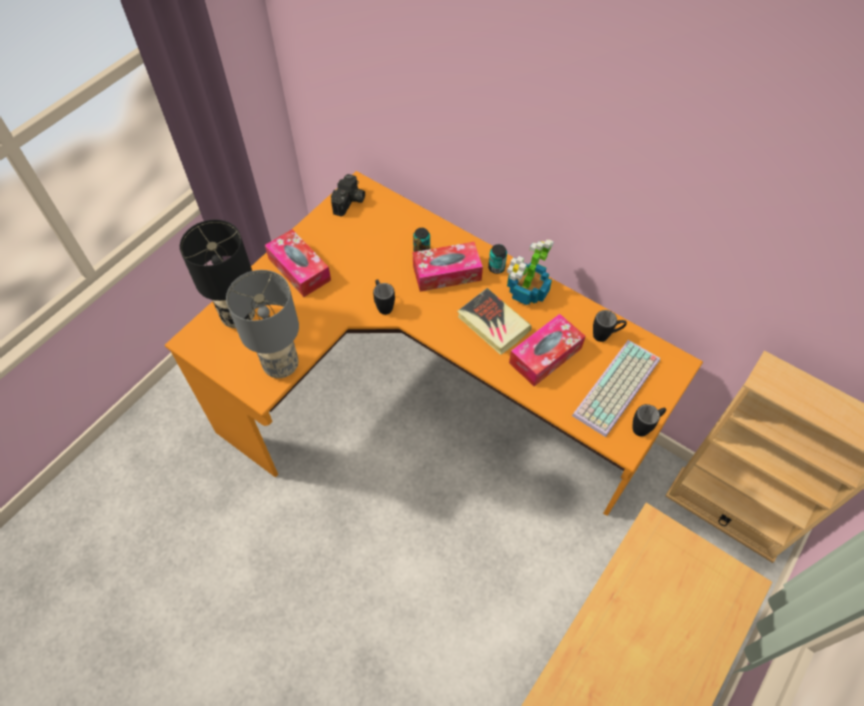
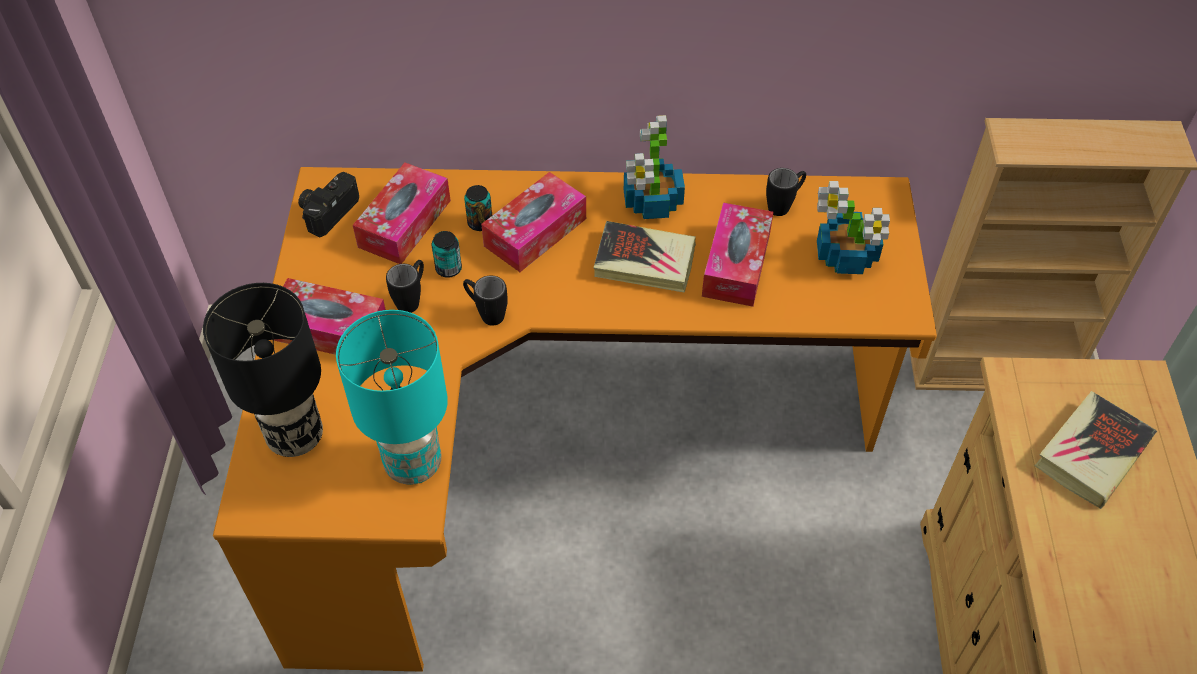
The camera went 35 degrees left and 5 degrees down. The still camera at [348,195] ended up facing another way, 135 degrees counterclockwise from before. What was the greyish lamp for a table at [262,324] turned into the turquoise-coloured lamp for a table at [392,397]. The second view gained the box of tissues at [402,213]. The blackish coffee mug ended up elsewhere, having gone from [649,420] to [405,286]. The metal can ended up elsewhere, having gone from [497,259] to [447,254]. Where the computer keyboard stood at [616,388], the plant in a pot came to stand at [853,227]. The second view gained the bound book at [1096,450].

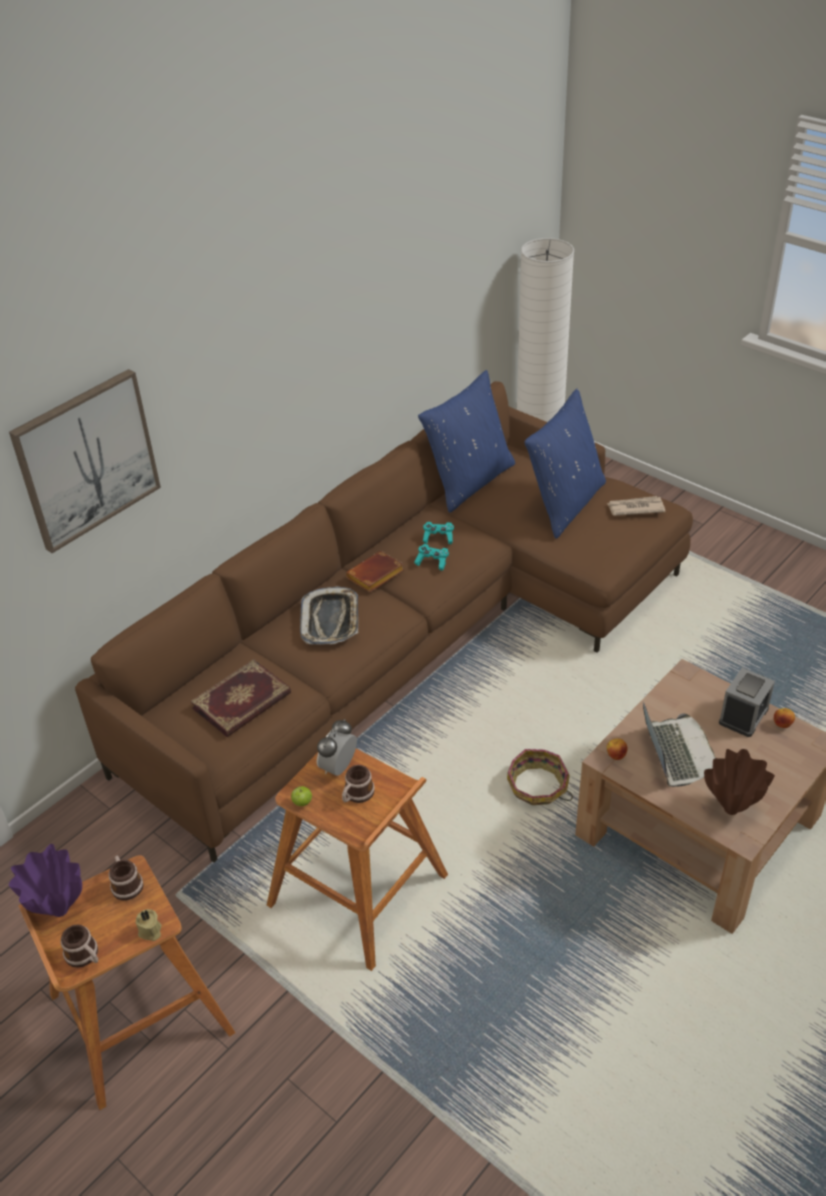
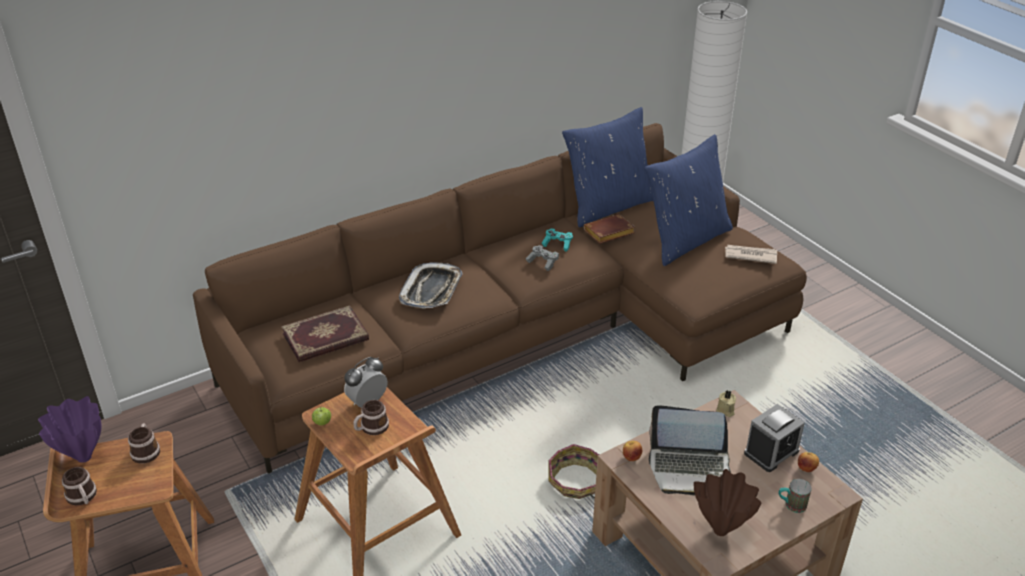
The camera went 15 degrees right and 5 degrees down. What was the turquoise-coloured gamepad at [431,557] turned into the greyish gamepad at [542,258]. The brown-coloured bound book ended up elsewhere, having gone from [375,571] to [609,228]. The notebook computer at [679,744] ended up facing another way, 90 degrees clockwise from before. The beige wax light ended up elsewhere, having gone from [149,925] to [726,403]. The second view gained the coffee mug at [795,496]. The second view lost the wall art at [85,461].

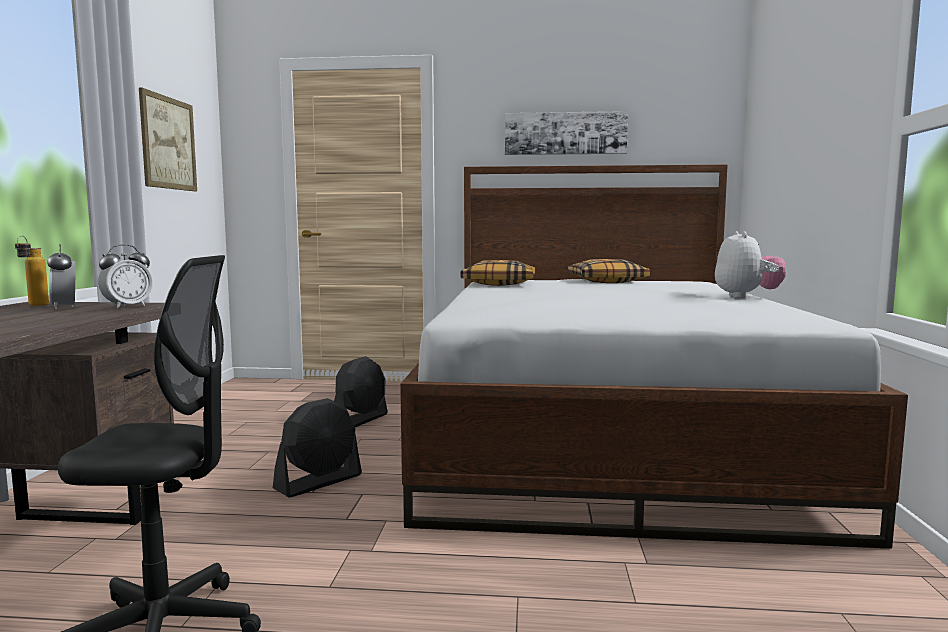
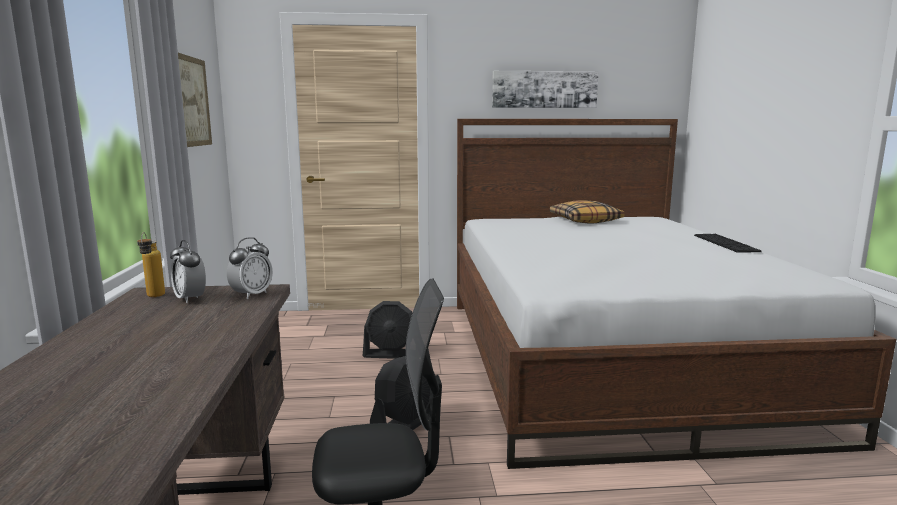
The camera went 10 degrees left and 5 degrees up. The blackish electric fan at [361,391] ended up facing another way, 75 degrees clockwise from before. Where the plush toy stood at [750,264], the computer keyboard came to stand at [728,243]. The second view lost the pillow at [497,273].

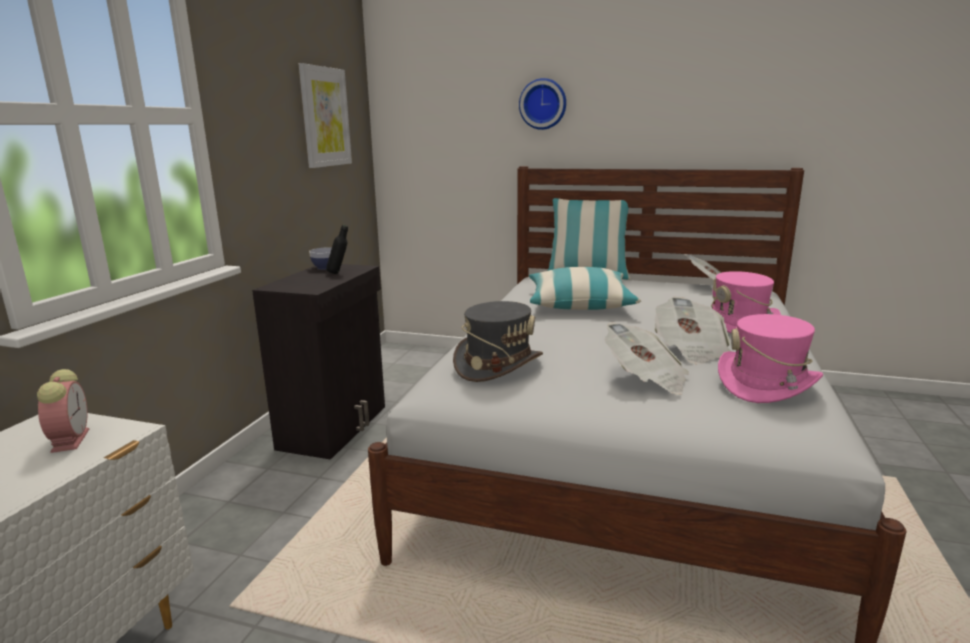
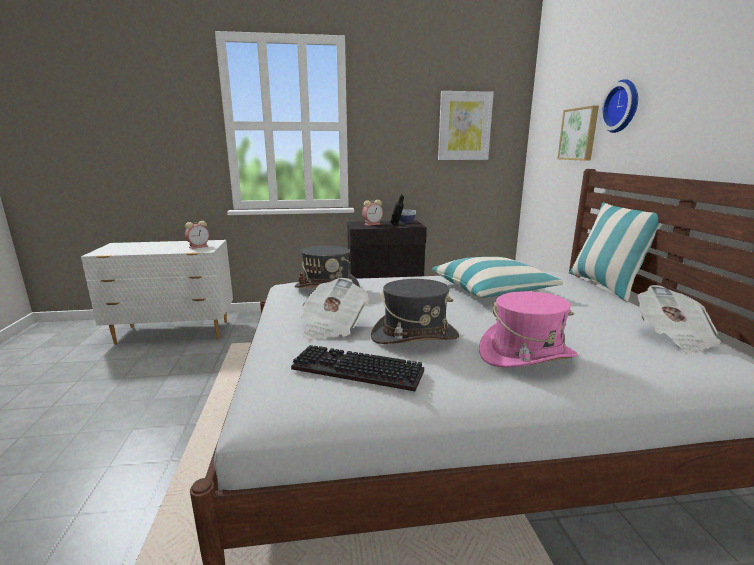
The camera went 65 degrees right and 0 degrees up. Where the pink hat stood at [770,358], the computer keyboard came to stand at [357,368]. The second view gained the table clock at [372,213]. Where the printed paper stood at [692,331], the greyish hat came to stand at [415,311]. The second view gained the wall art at [578,133].

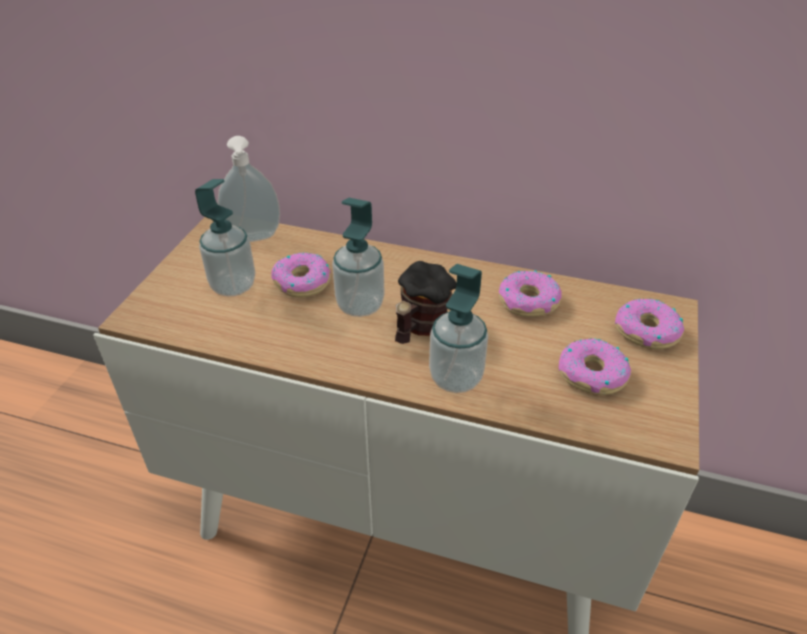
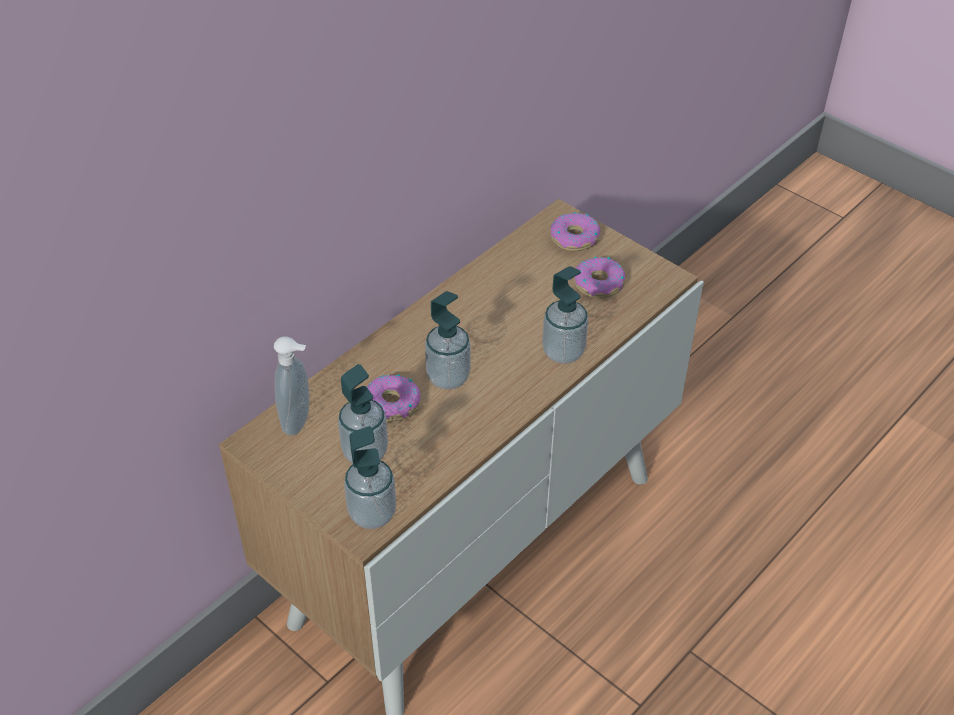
The camera went 65 degrees left and 5 degrees up. The second view gained the liquid soap bottle at [370,477]. The second view lost the coffee mug at [426,302]. The second view lost the donut at [530,293].

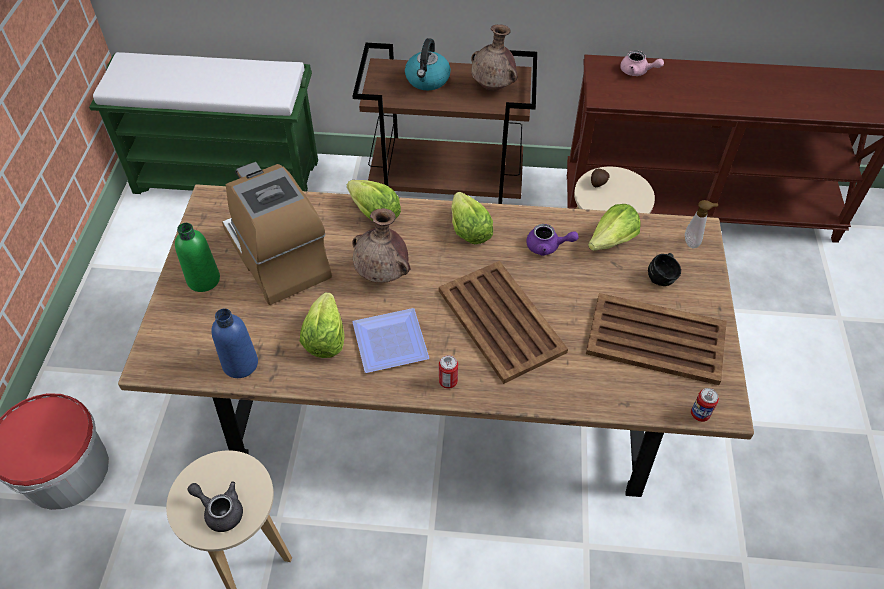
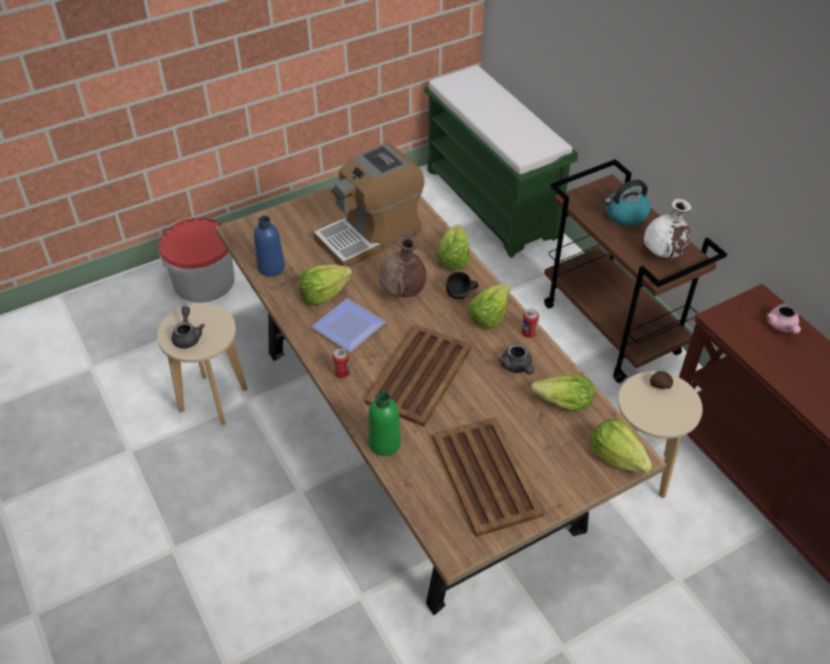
The camera went 55 degrees right and 5 degrees down. The coffee maker at [277,233] ended up facing another way, 150 degrees counterclockwise from before. The greenish drink bottle ended up elsewhere, having gone from [197,257] to [384,423]. The blackish coffee mug ended up elsewhere, having gone from [664,269] to [462,285]. What was the purple pot for tea at [552,240] turned into the greyish pot for tea at [516,359]. The metal can ended up elsewhere, having gone from [705,405] to [530,323]. Where the liquid soap bottle stood at [701,224], the lettuce head came to stand at [621,446]. What was the brown-coloured flower vase at [494,57] turned into the white-coloured flower vase at [667,228].

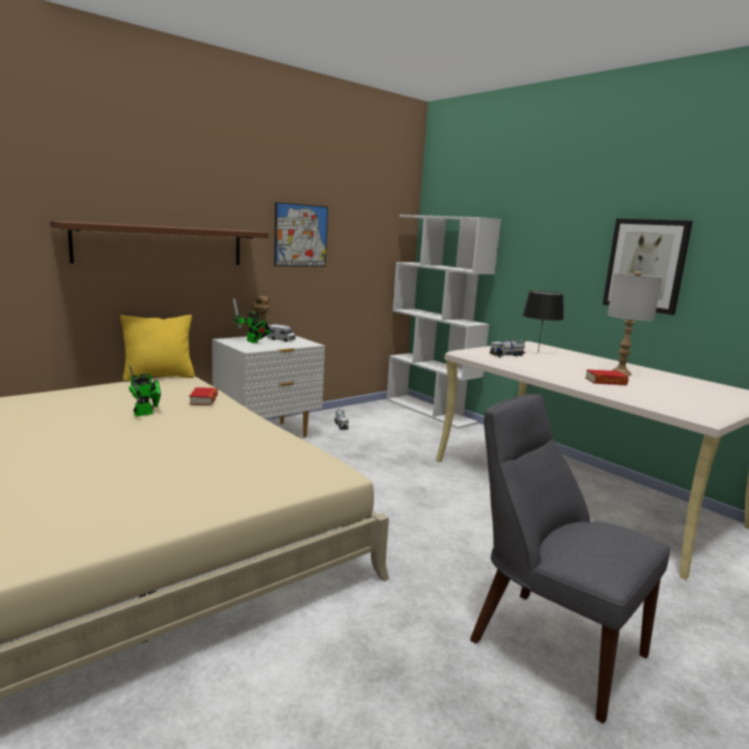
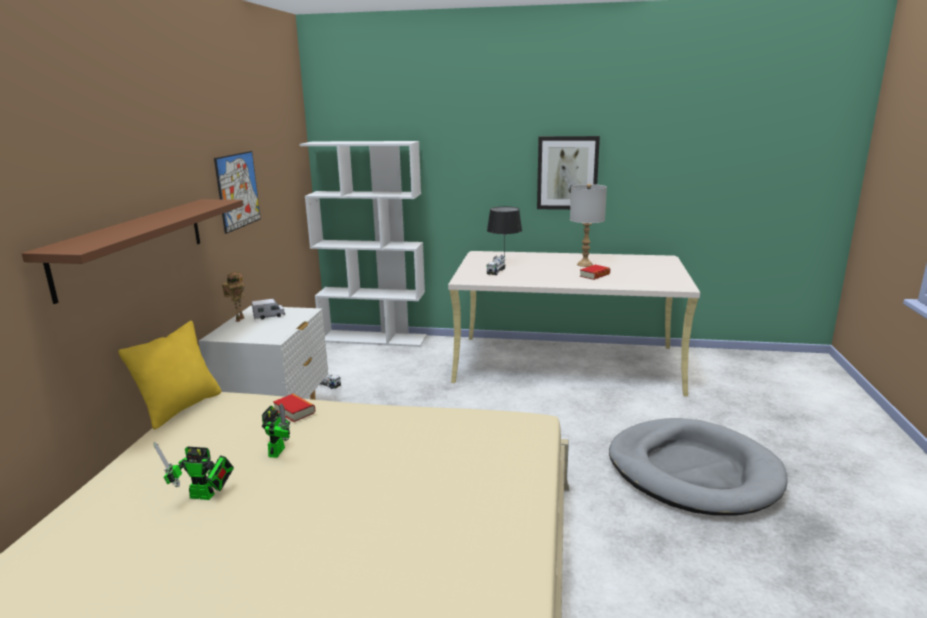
The camera went 40 degrees left and 5 degrees up. The toy robot ended up elsewhere, having gone from [252,320] to [194,471]. Where the greyish chair stood at [570,559], the greyish pet bed came to stand at [698,466].

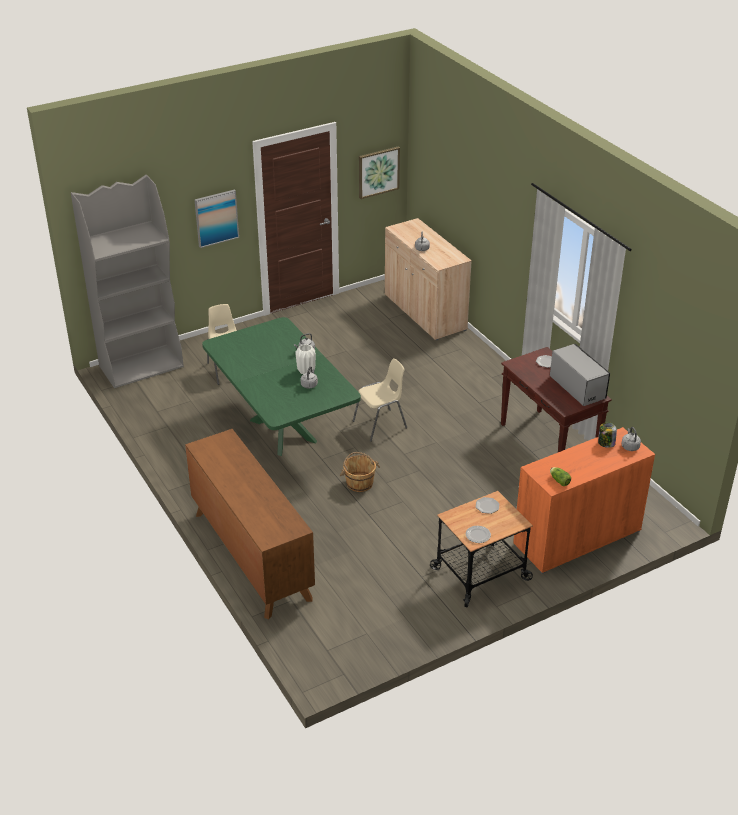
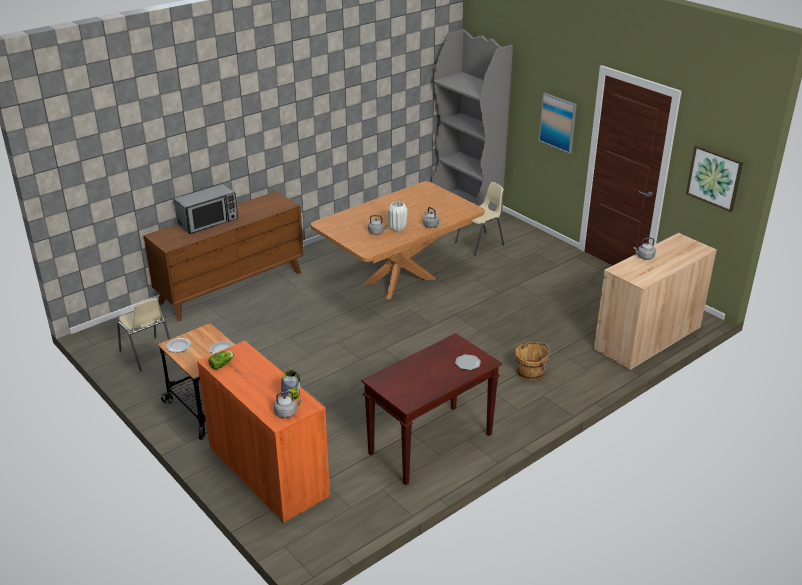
The camera went 80 degrees right and 5 degrees down. The beige chair ended up elsewhere, having gone from [380,400] to [143,335]. The microwave ended up elsewhere, having gone from [580,375] to [206,209]. What was the greenish dinner table at [281,386] turned into the brown-coloured dinner table at [397,240]. The brown-coloured water bucket ended up elsewhere, having gone from [360,472] to [532,361].

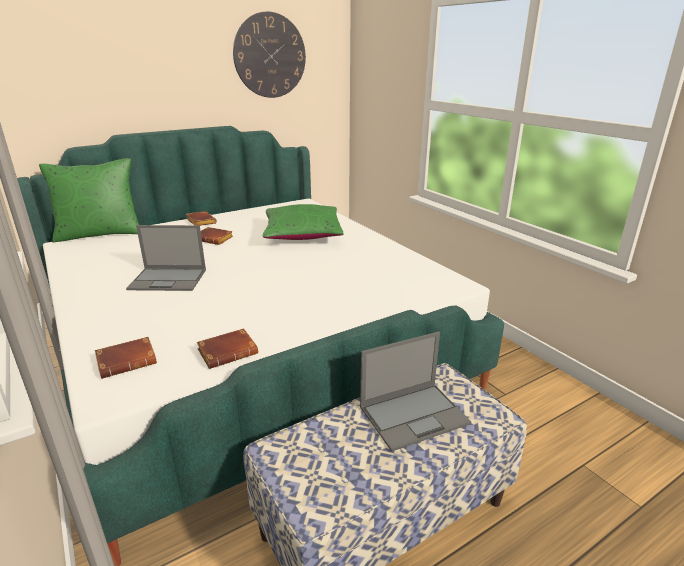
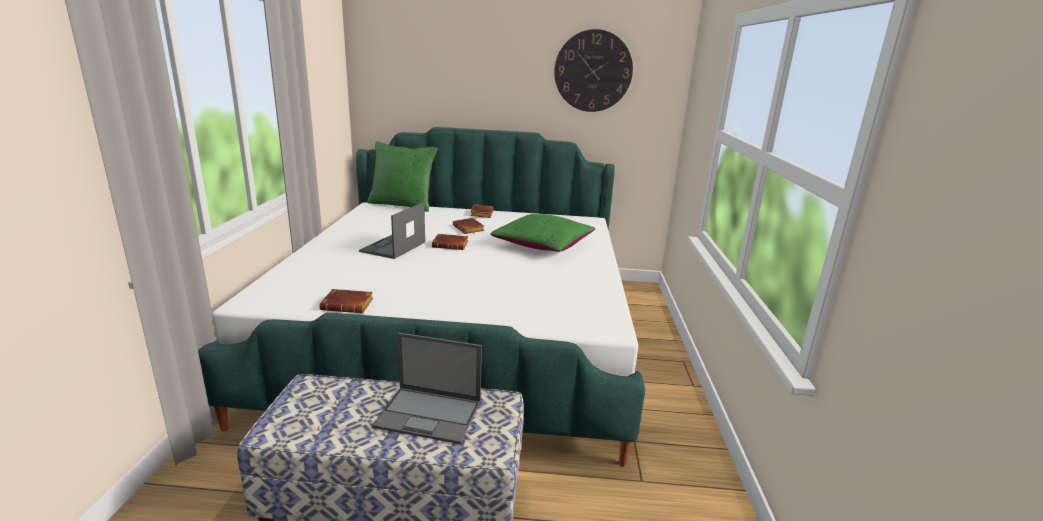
The camera went 35 degrees right and 5 degrees down. The notebook computer at [166,258] ended up facing another way, 75 degrees clockwise from before. The brown-coloured bound book ended up elsewhere, having gone from [126,358] to [450,242].

